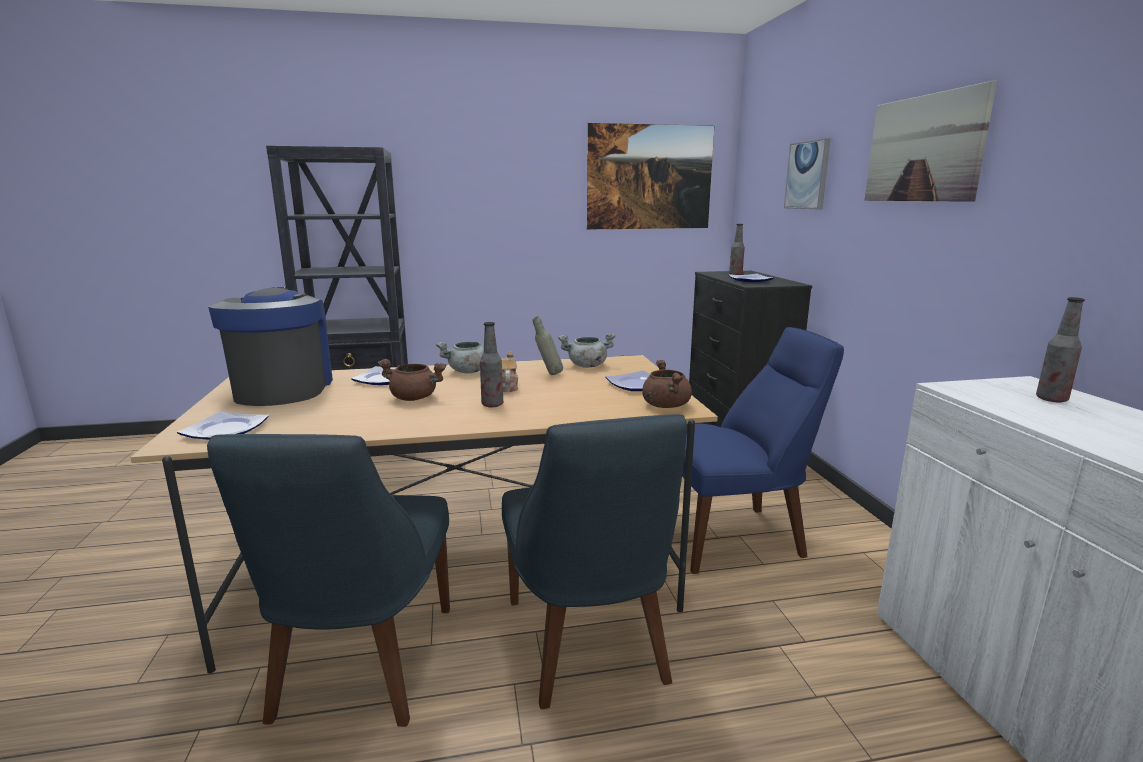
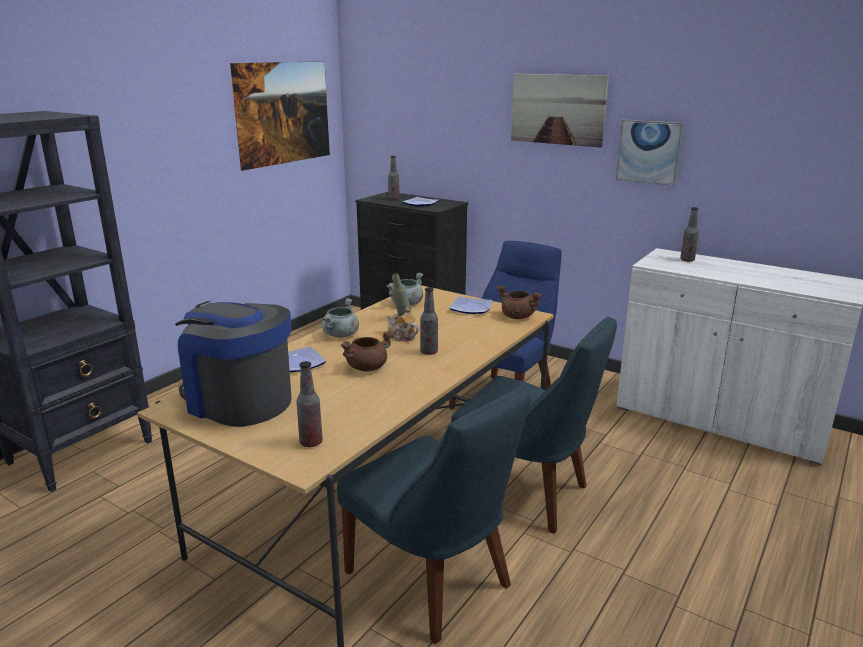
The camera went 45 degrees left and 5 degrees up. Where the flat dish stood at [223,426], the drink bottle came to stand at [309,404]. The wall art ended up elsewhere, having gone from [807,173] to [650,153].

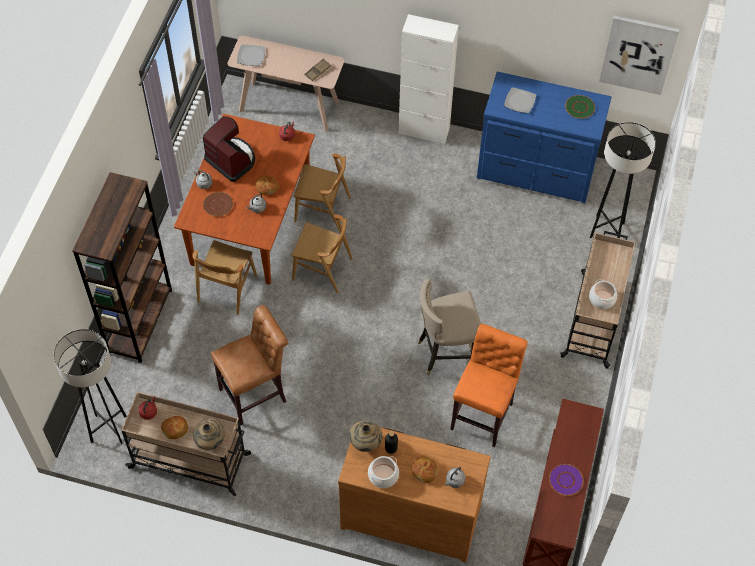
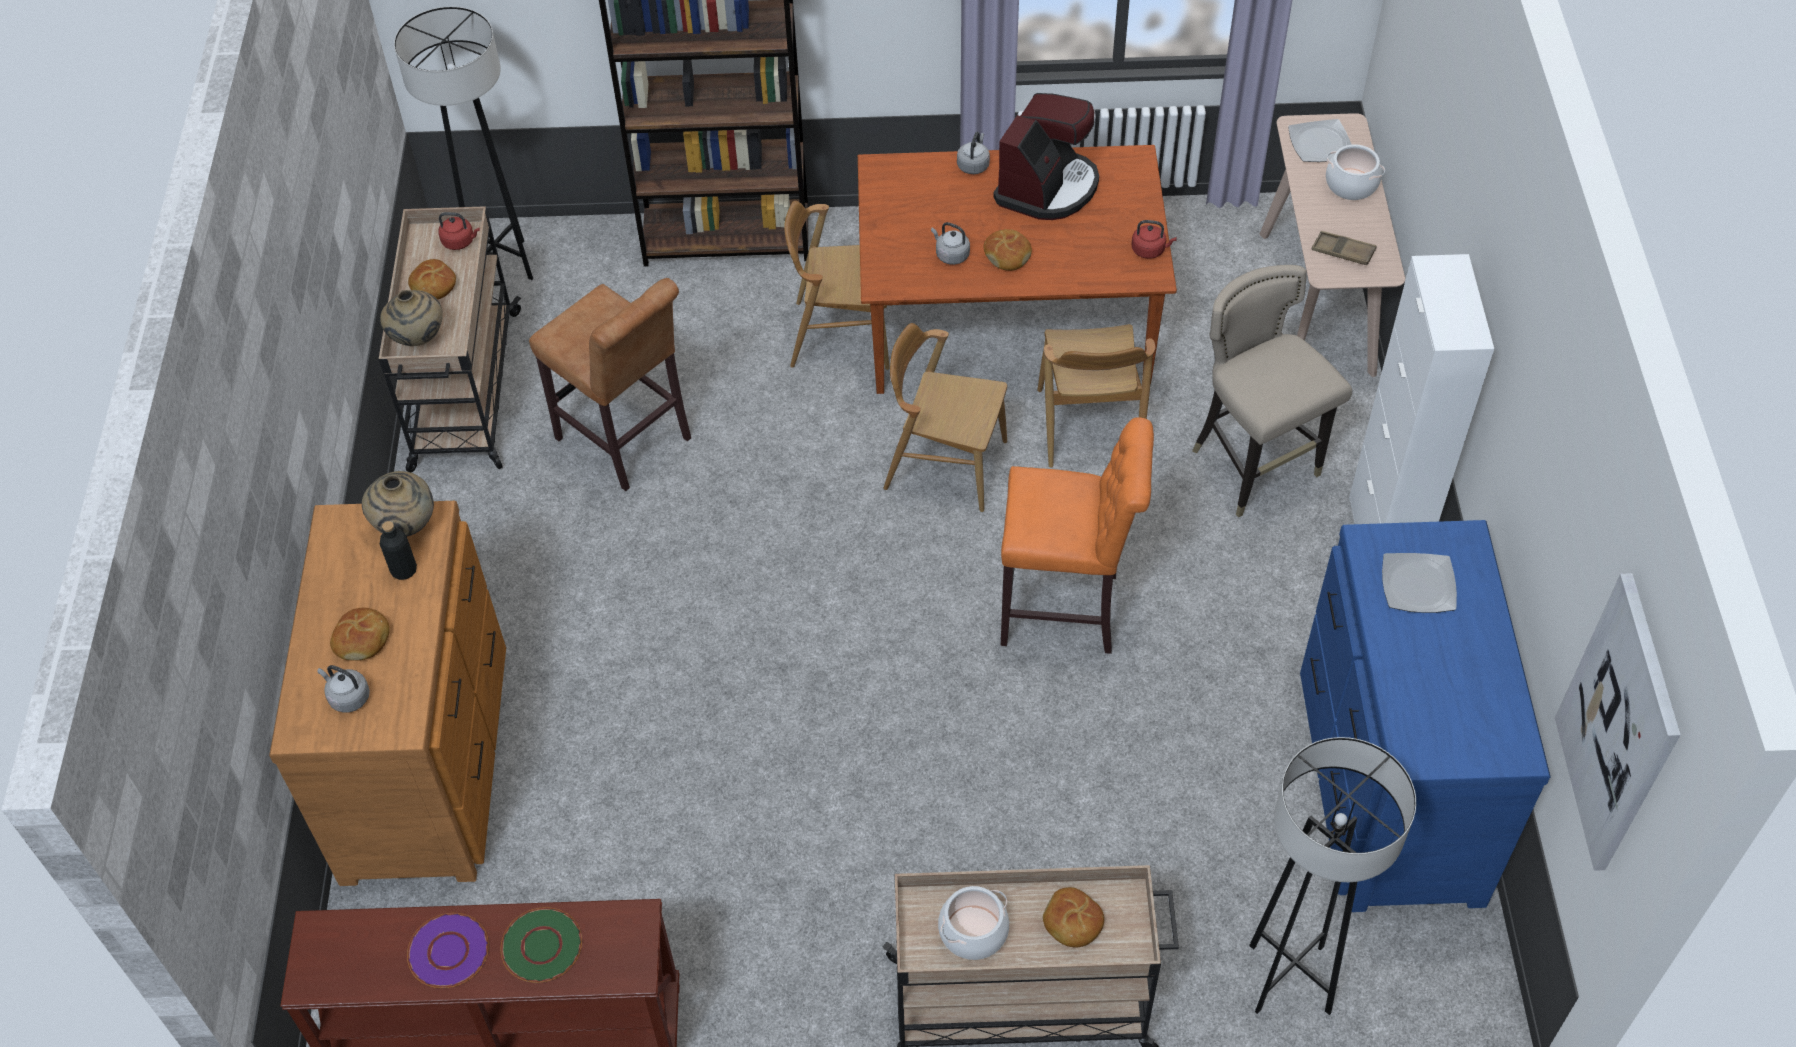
The camera went 75 degrees right and 5 degrees down. The greenish flat dish ended up elsewhere, having gone from [580,107] to [541,945]. The brown-coloured chair at [322,254] ended up facing another way, 105 degrees clockwise from before. The orangey stool ended up elsewhere, having gone from [489,385] to [1077,535]. The second view gained the baked bread at [1073,917]. The beige stool ended up elsewhere, having gone from [449,327] to [1272,391]. The cooking pot ended up elsewhere, having gone from [383,472] to [1355,172]. The second view lost the brown-coloured flat dish at [218,204].

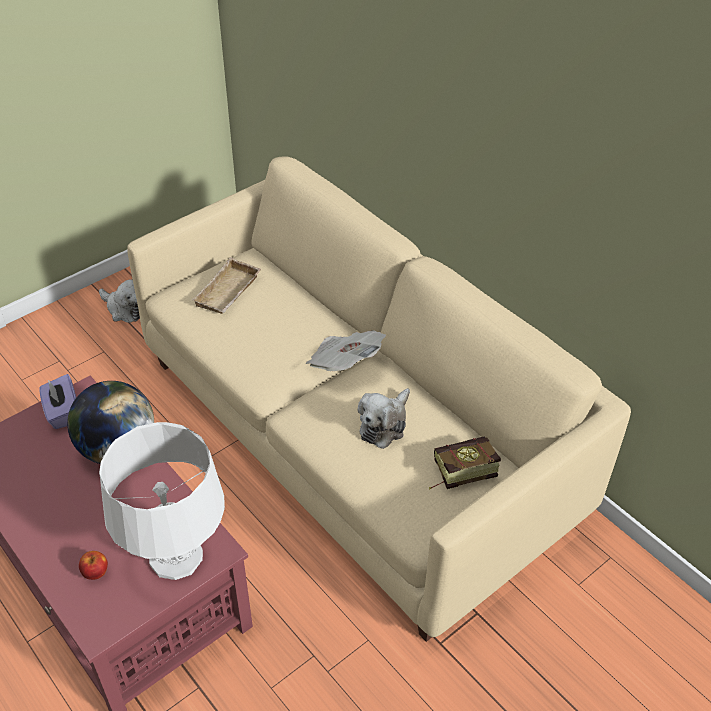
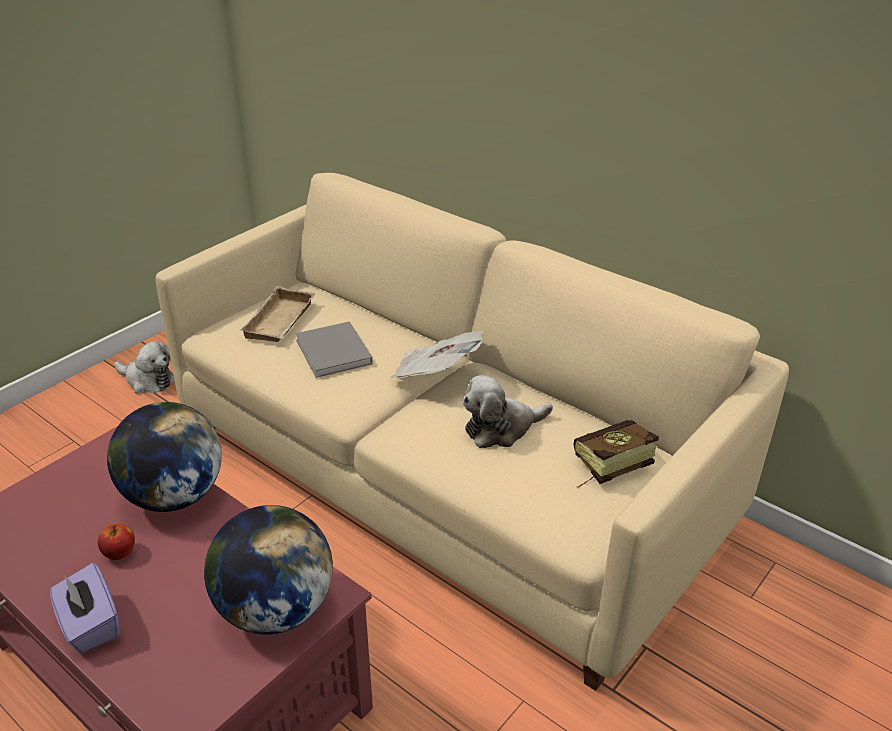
The camera went 10 degrees left and 10 degrees down. The purple box of tissues ended up elsewhere, having gone from [58,401] to [85,608]. The whole apple ended up elsewhere, having gone from [93,565] to [116,541]. Where the white-coloured lamp for a table stood at [162,501], the globe came to stand at [268,570]. The second view gained the greyish bound book at [334,349]. The plush toy at [384,418] ended up facing another way, 45 degrees clockwise from before.

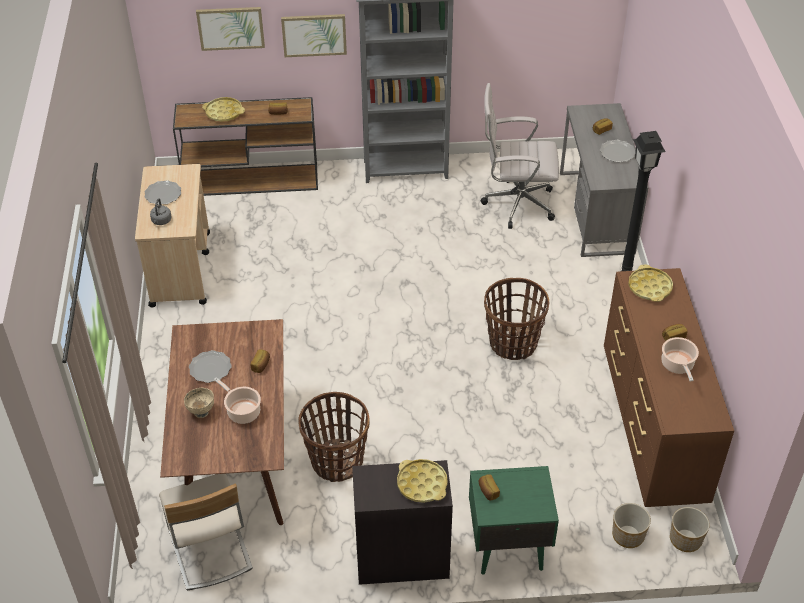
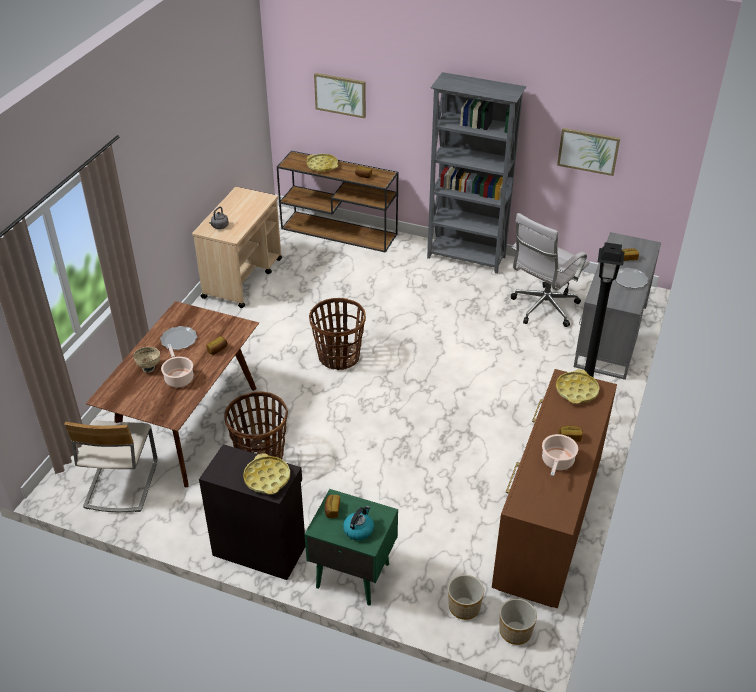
The camera went 25 degrees right and 5 degrees down. The basket ended up elsewhere, having gone from [516,319] to [337,334]. The second view gained the water kettle at [358,522]. The white-coloured office chair at [520,156] ended up facing another way, 75 degrees counterclockwise from before. The wall art ended up elsewhere, having gone from [314,35] to [588,152]. The second view lost the flat dish at [162,192].

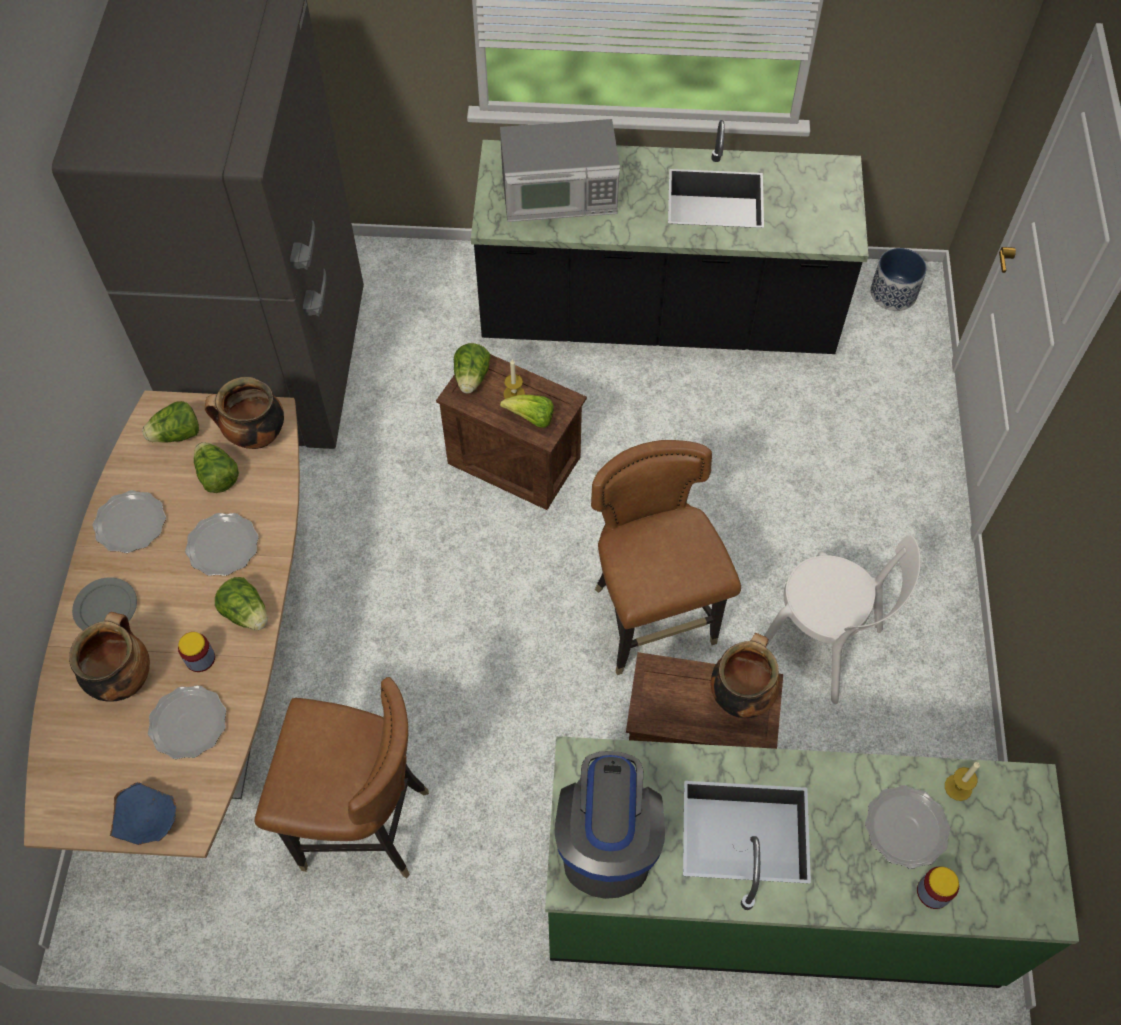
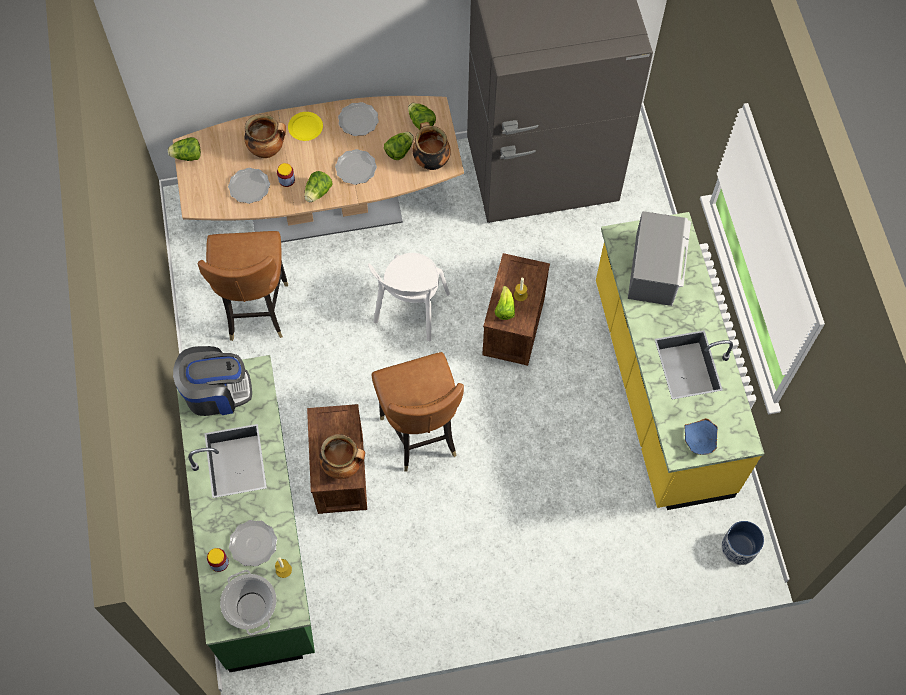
The camera went 75 degrees right and 5 degrees up. The lettuce head ended up elsewhere, having gone from [472,368] to [184,149]. The second view gained the cooking pot at [248,602]. What was the greyish flat dish at [104,603] turned into the yellowish flat dish at [305,126]. The white-coloured chair ended up elsewhere, having gone from [842,619] to [409,297]. The brown-coloured chair at [666,557] ended up facing another way, 105 degrees clockwise from before. What was the blackish kitchen counter at [669,237] turned into the yellowish kitchen counter at [680,361]. The microwave at [560,170] ended up facing another way, 150 degrees counterclockwise from before. The blue bowl ended up elsewhere, having gone from [143,813] to [701,436].

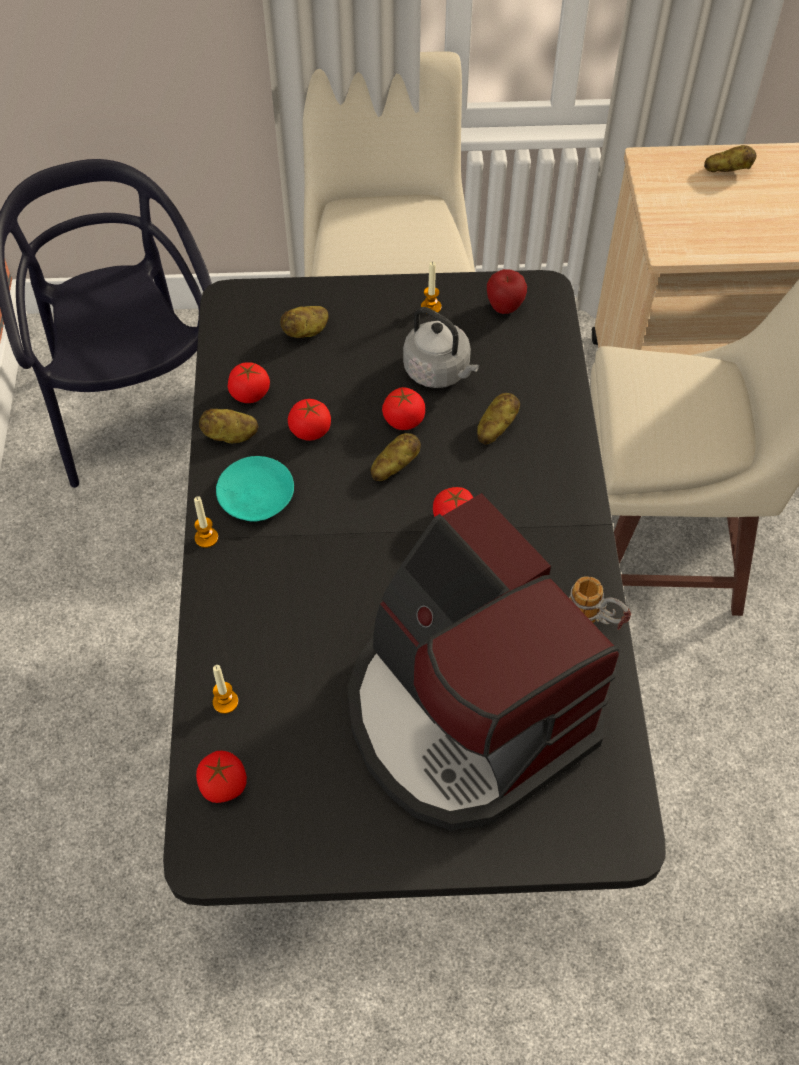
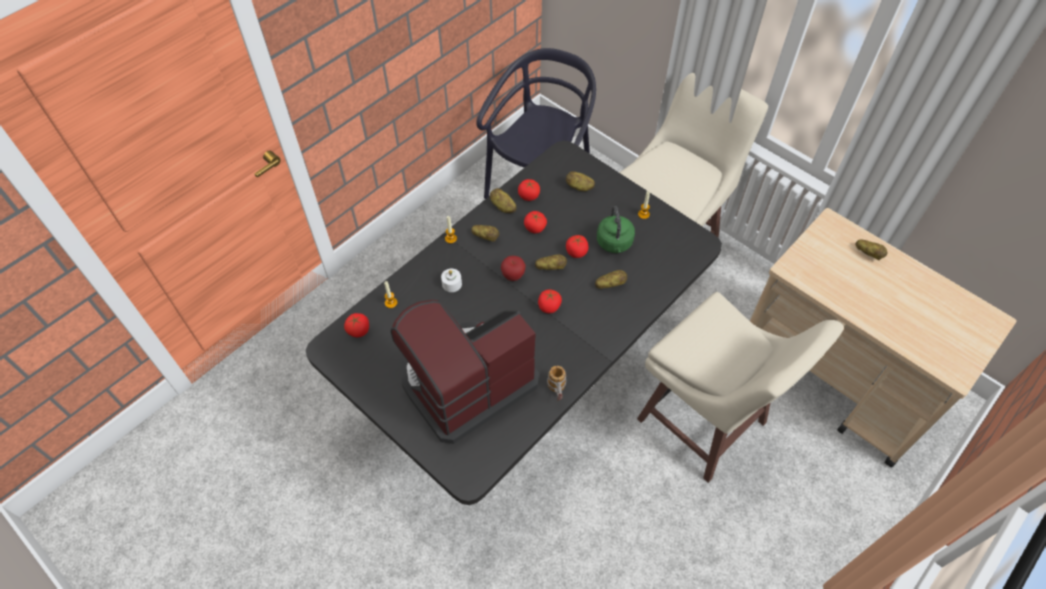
The camera went 45 degrees right and 0 degrees up. The coffee maker at [483,662] ended up facing another way, 45 degrees clockwise from before. The second view gained the white-coloured wax light at [451,280]. Where the turquoise-coloured flat dish stood at [255,489], the whole potato came to stand at [485,233]. The whole apple ended up elsewhere, having gone from [507,291] to [513,268]. What was the greyish water kettle at [441,347] turned into the greenish water kettle at [616,229].

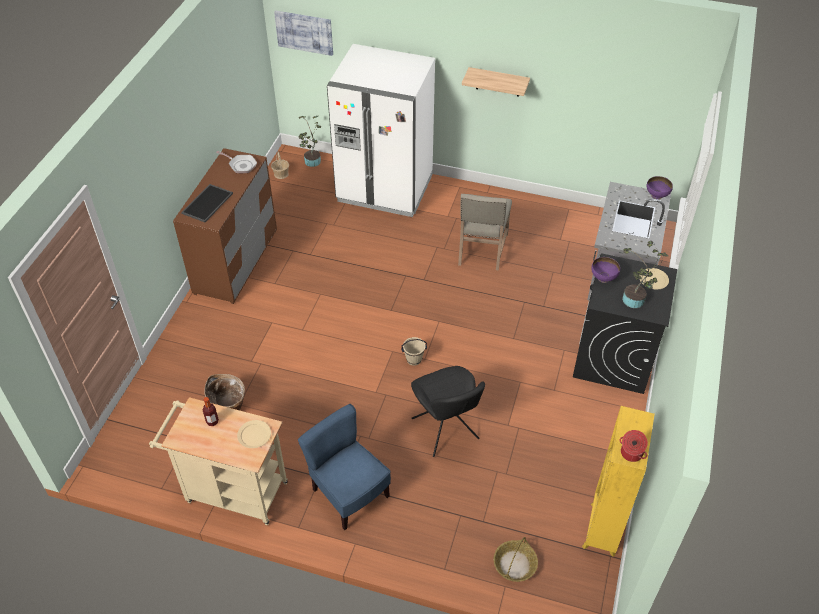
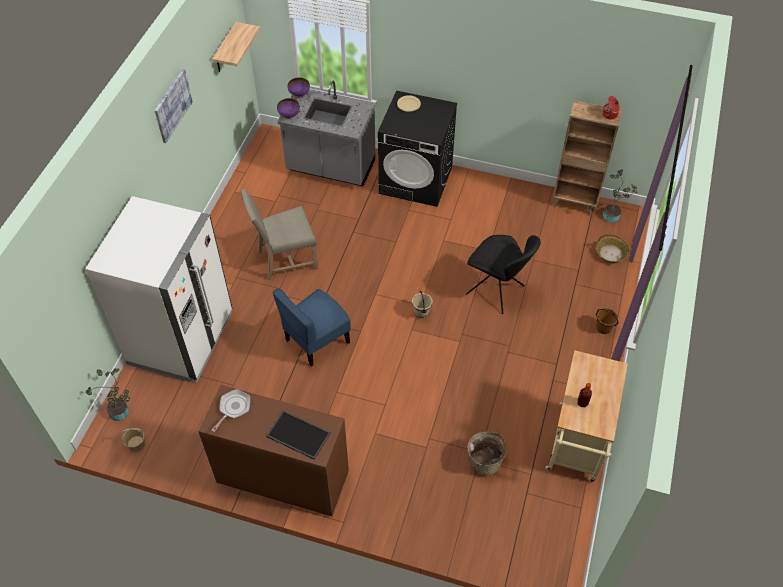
The camera went 90 degrees left and 5 degrees up. The wall art ended up elsewhere, having gone from [303,33] to [174,106]. The wall shelf ended up elsewhere, having gone from [496,82] to [236,47]. The beige chair at [485,232] ended up facing another way, 150 degrees clockwise from before. The blue chair ended up elsewhere, having gone from [344,467] to [312,327]. The purple bowl ended up elsewhere, having gone from [605,270] to [288,108]. The blackish chair at [448,411] ended up facing another way, 60 degrees clockwise from before. What was the yellowish shelving unit at [618,481] turned into the brown-coloured shelving unit at [587,157]. The second view gained the brown-coloured water bucket at [607,321]. The plant in a pot ended up elsewhere, having gone from [645,274] to [620,196]. The second view lost the beige flat dish at [254,434].

